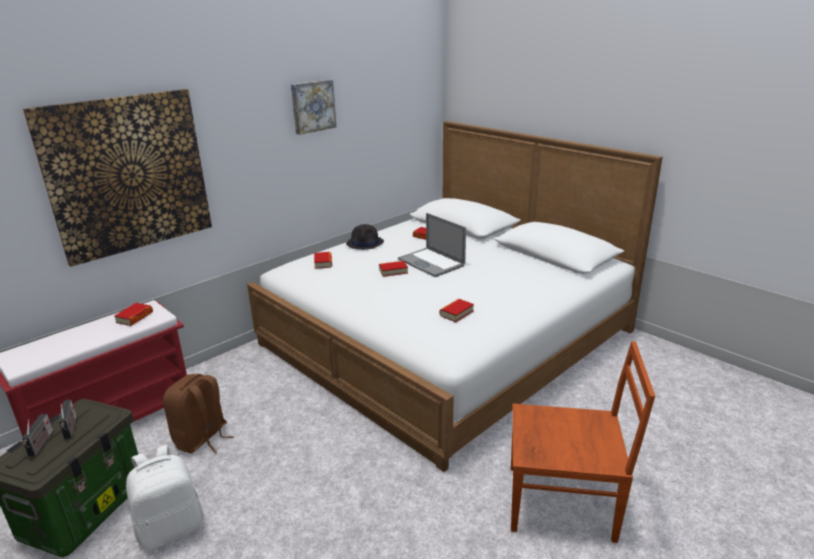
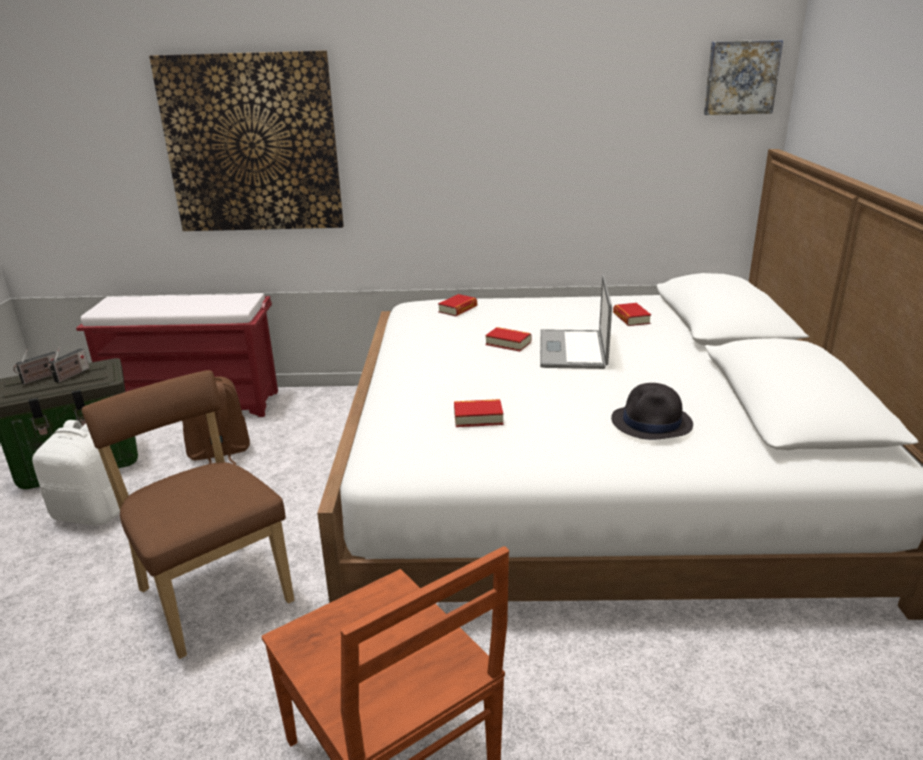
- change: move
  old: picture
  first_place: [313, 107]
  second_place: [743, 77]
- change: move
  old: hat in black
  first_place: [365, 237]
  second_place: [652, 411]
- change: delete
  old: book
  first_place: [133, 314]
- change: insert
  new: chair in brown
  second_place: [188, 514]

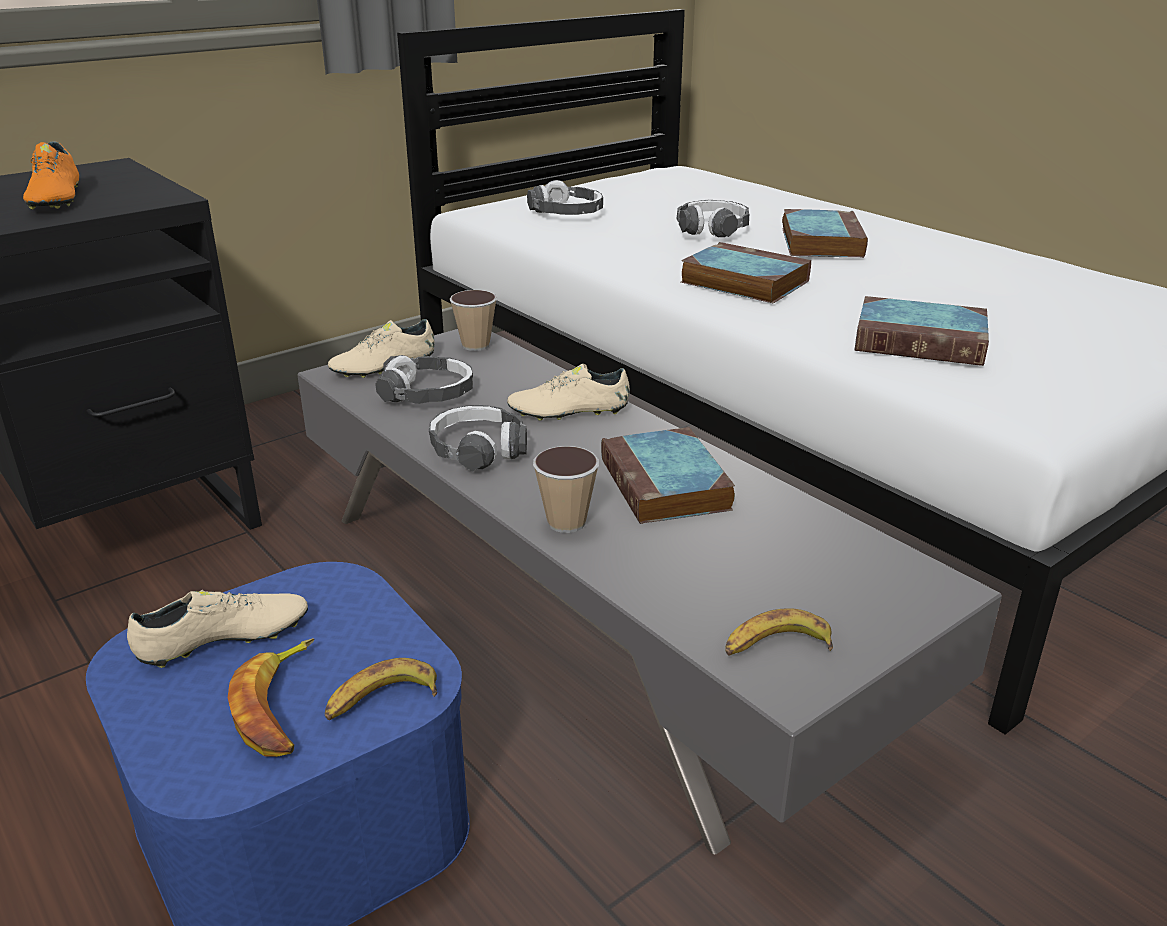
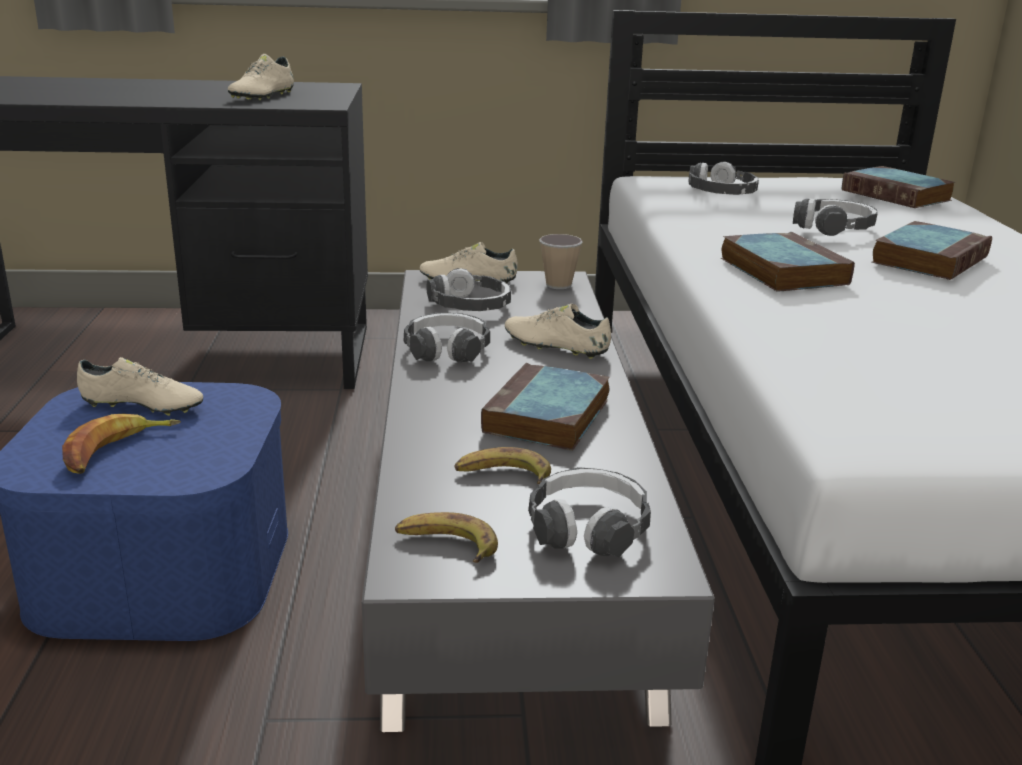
- change: recolor
  old: shoe in orange
  new: shoe in beige
  first_place: [51, 175]
  second_place: [261, 77]
- change: move
  old: book
  first_place: [921, 331]
  second_place: [898, 187]
- change: delete
  old: cup
  first_place: [566, 489]
- change: move
  old: banana
  first_place: [381, 689]
  second_place: [502, 465]
- change: insert
  new: headphones
  second_place: [589, 512]

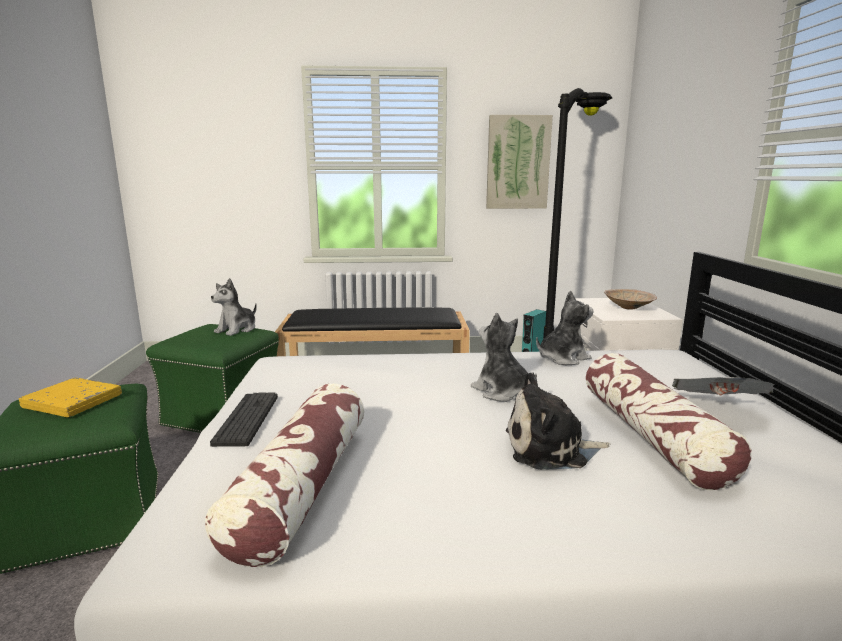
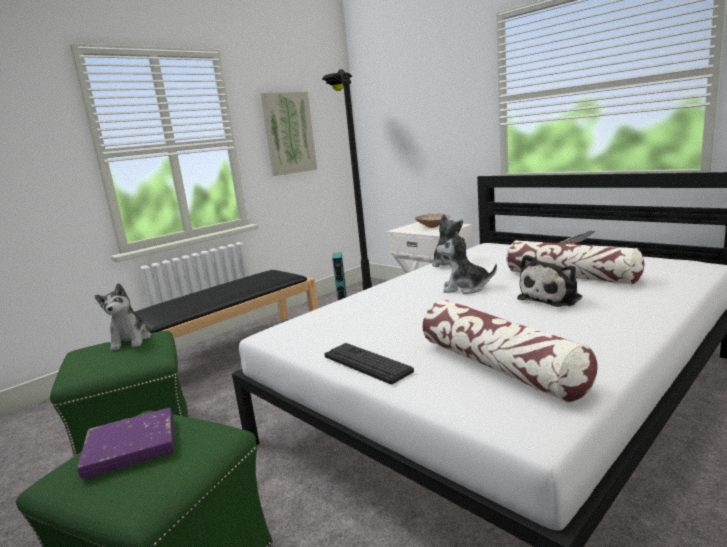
- change: recolor
  old: book in yellow
  new: book in purple
  first_place: [70, 397]
  second_place: [125, 443]

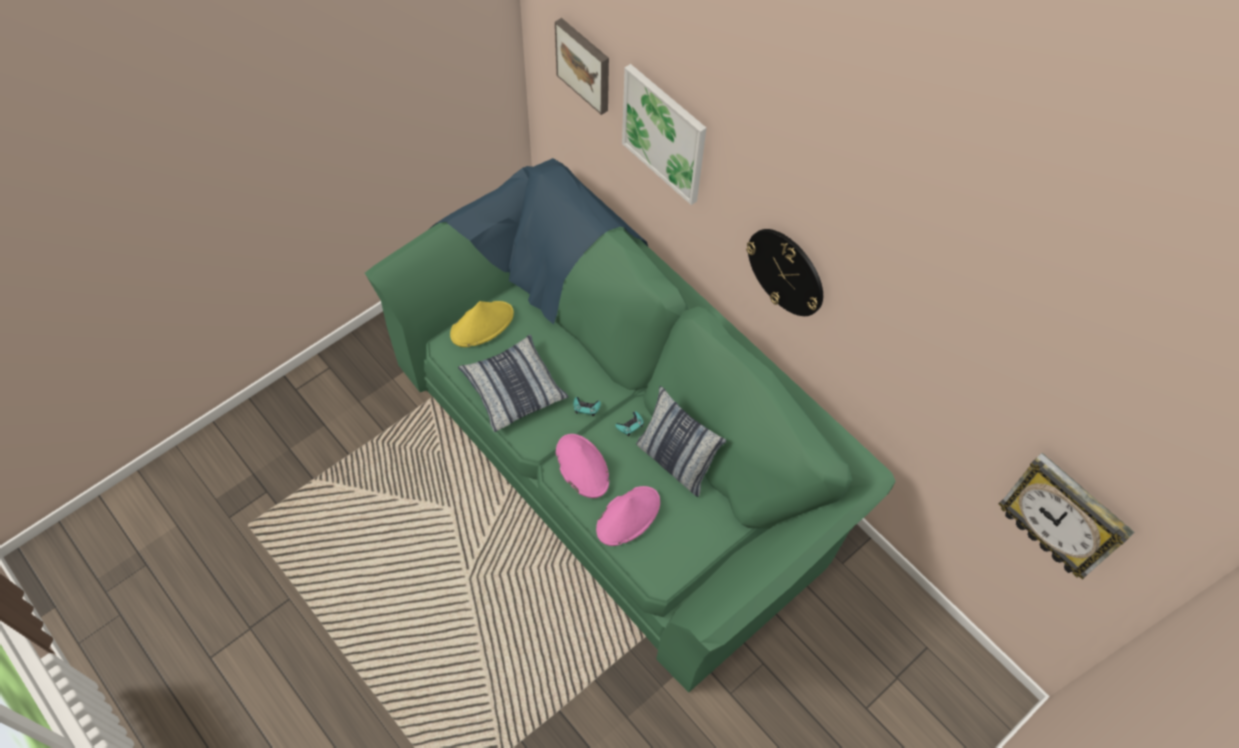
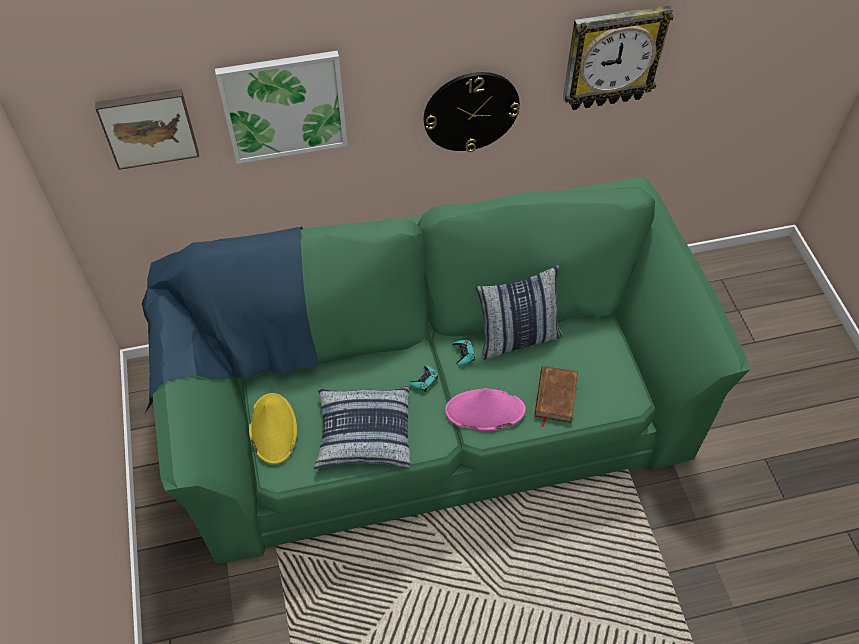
- change: move
  old: wall clock
  first_place: [1066, 516]
  second_place: [618, 57]
- change: replace
  old: hat in pink
  new: book in brown
  first_place: [628, 516]
  second_place: [556, 397]

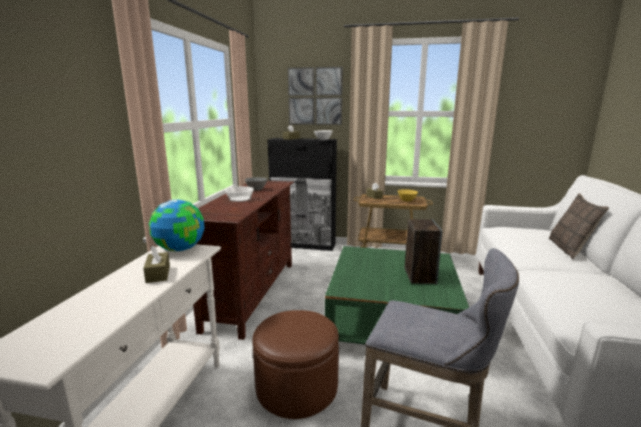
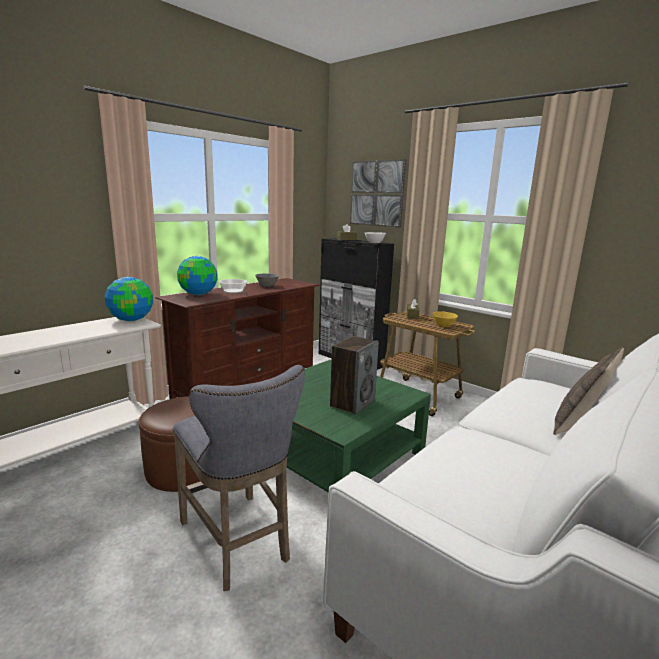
- change: delete
  old: tissue box in brown
  first_place: [156, 264]
- change: insert
  new: globe
  second_place: [197, 275]

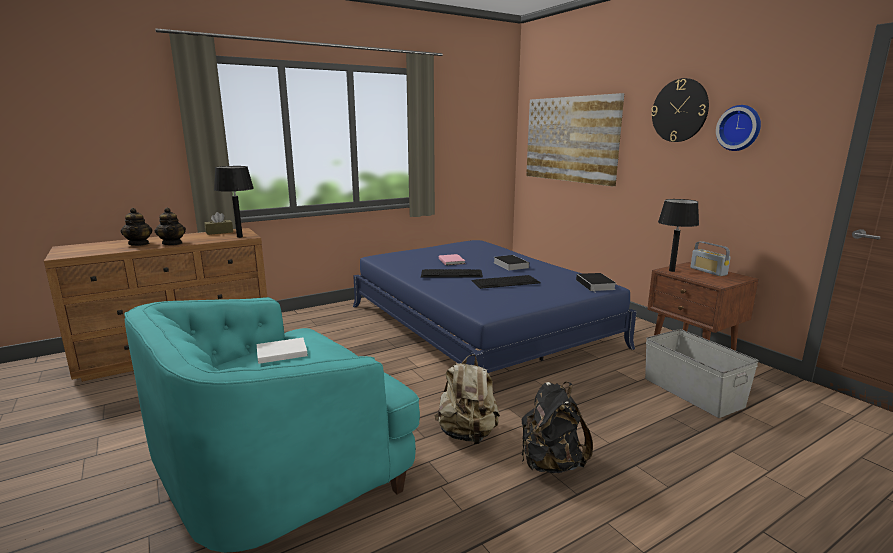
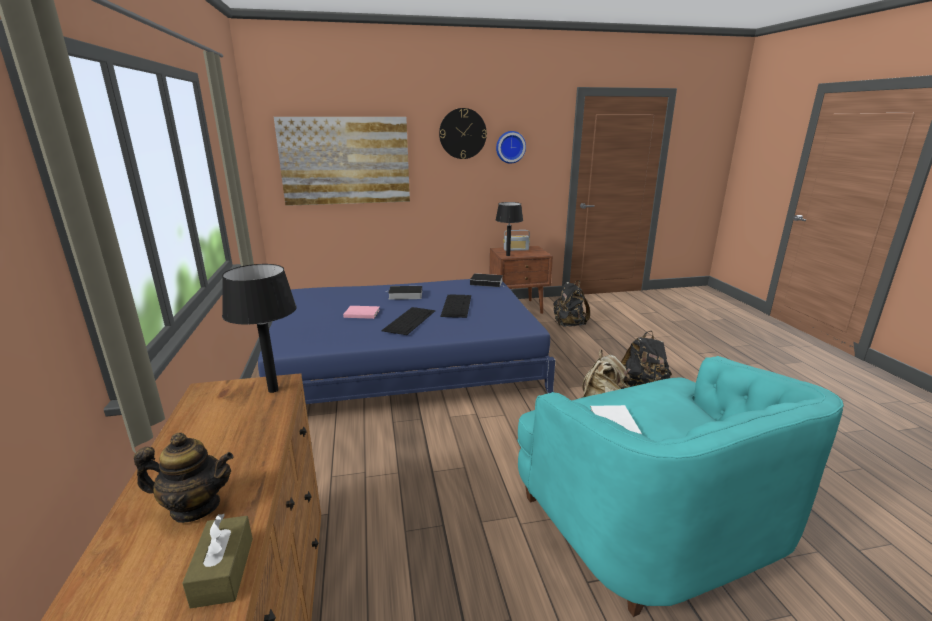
- change: delete
  old: teapot
  first_place: [170, 226]
- change: move
  old: tissue box in brown
  first_place: [218, 223]
  second_place: [217, 561]
- change: replace
  old: storage box in grey
  new: backpack in black
  first_place: [702, 373]
  second_place: [571, 303]

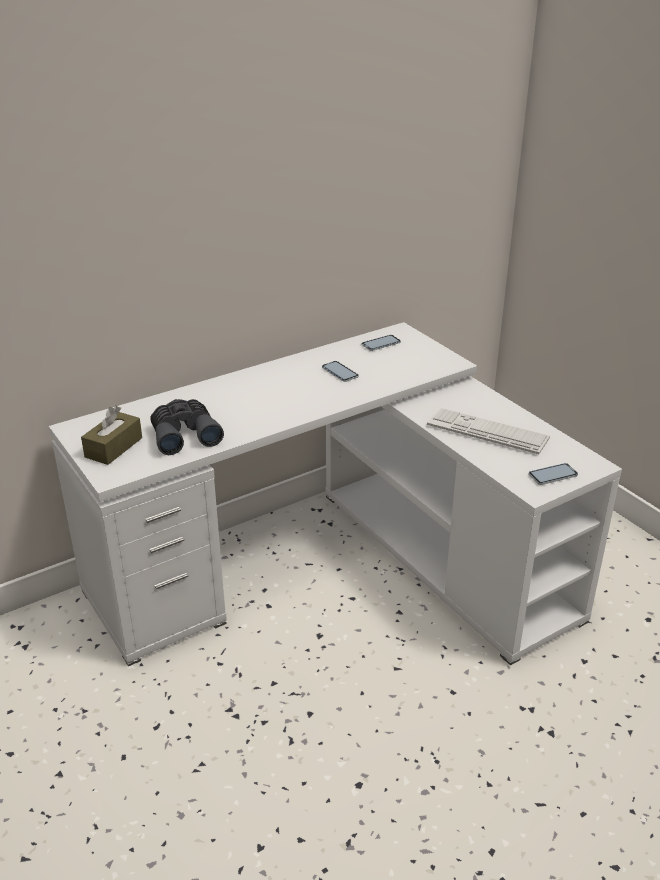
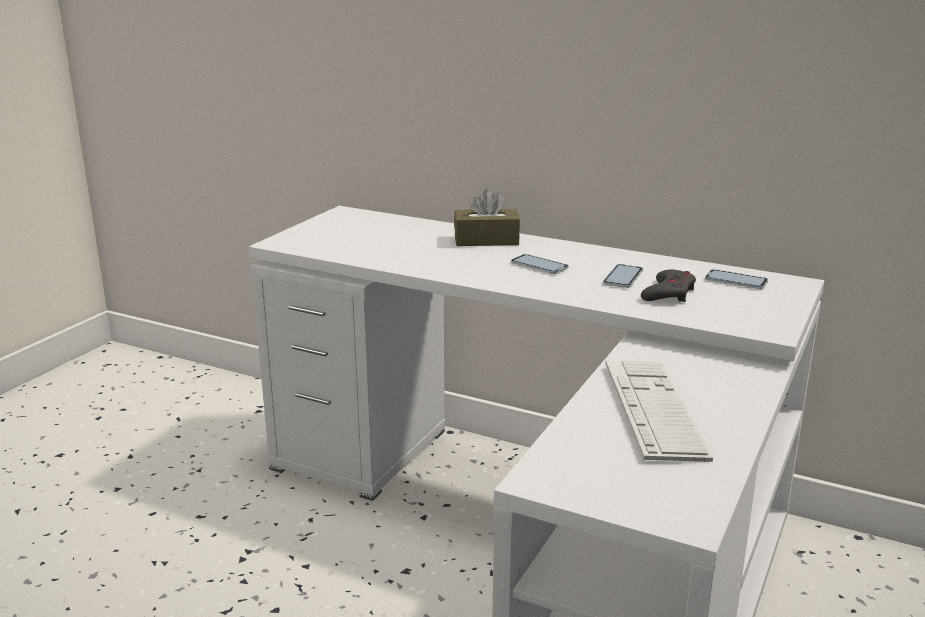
- change: delete
  old: binoculars in grey
  first_place: [187, 427]
- change: move
  old: tissue box in brown
  first_place: [111, 435]
  second_place: [487, 217]
- change: move
  old: phone
  first_place: [553, 474]
  second_place: [539, 264]
- change: insert
  new: game controller in grey
  second_place: [668, 286]

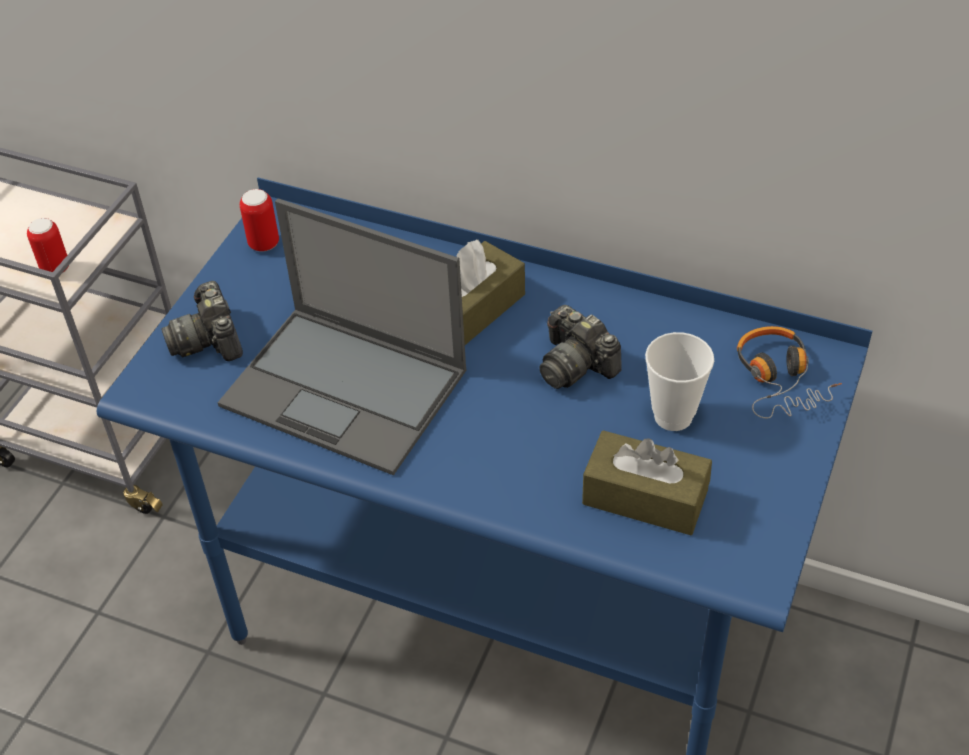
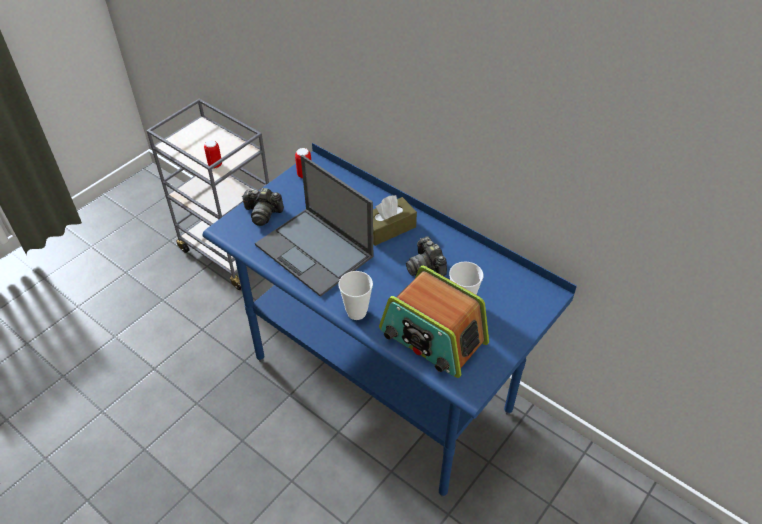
- change: rotate
  old: photo camera
  first_place: [202, 321]
  second_place: [263, 207]
  degrees: -75
- change: delete
  old: headphones
  first_place: [789, 372]
- change: replace
  old: tissue box in brown
  new: radio
  first_place: [647, 482]
  second_place: [434, 322]
- change: insert
  new: cup
  second_place: [355, 295]

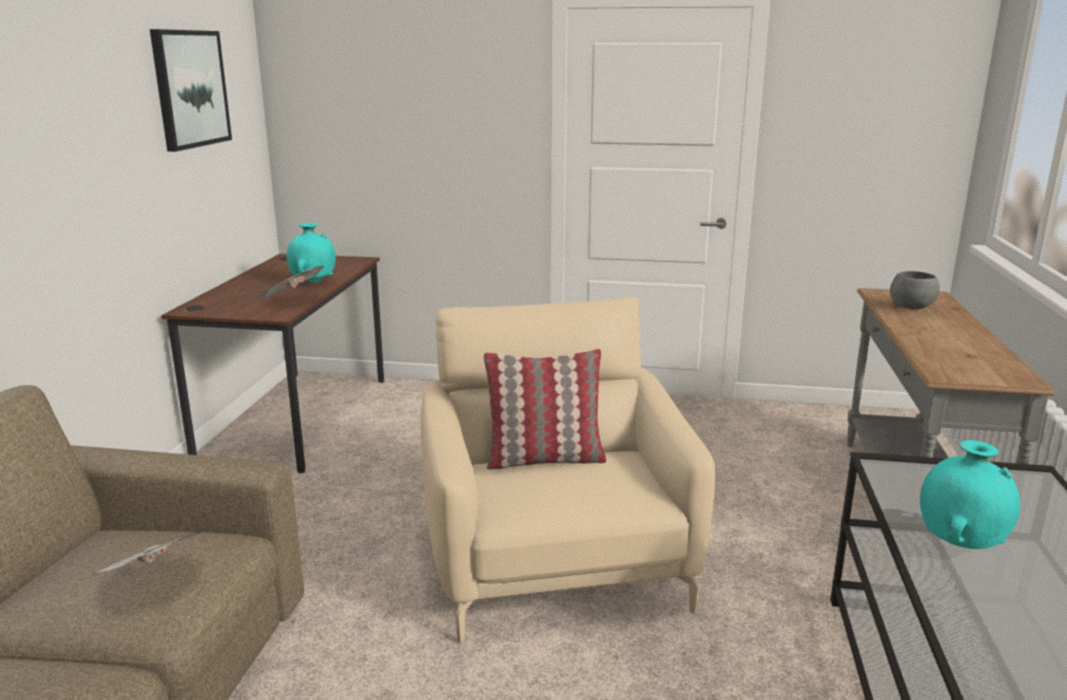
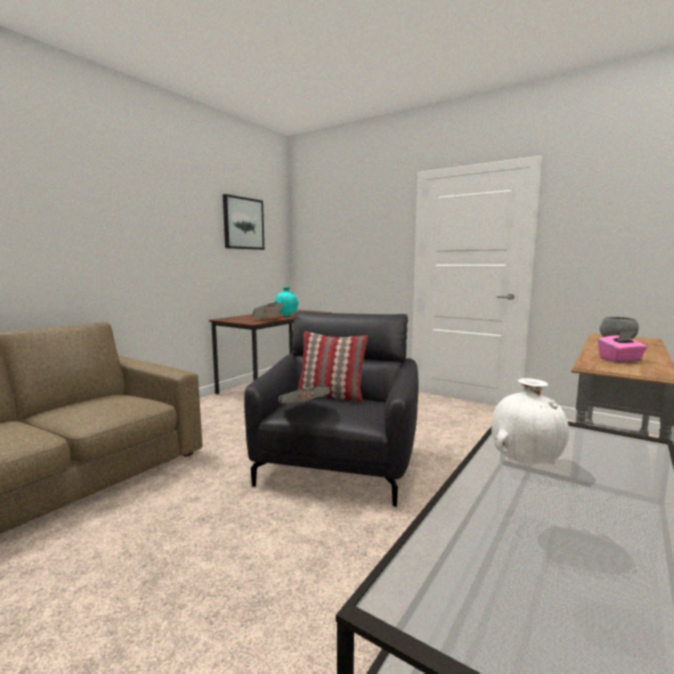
- change: recolor
  old: armchair in beige
  new: armchair in black
  first_place: [568, 470]
  second_place: [331, 409]
- change: recolor
  old: vase in turquoise
  new: vase in white
  first_place: [970, 494]
  second_place: [530, 422]
- change: move
  old: newspaper
  first_place: [147, 552]
  second_place: [304, 394]
- change: insert
  new: tissue box in pink
  second_place: [623, 347]

